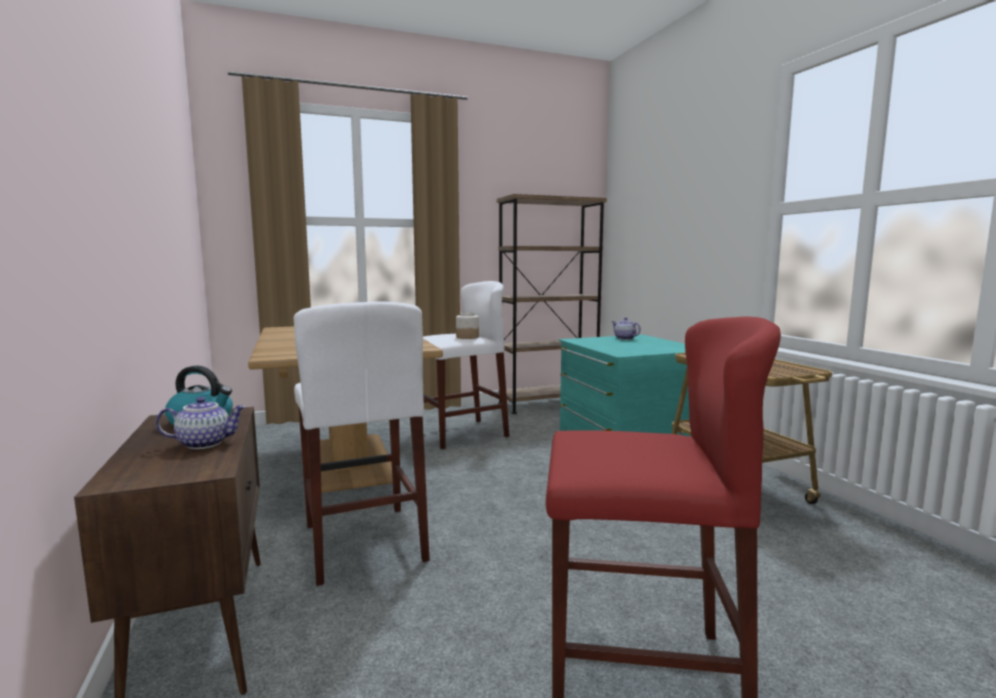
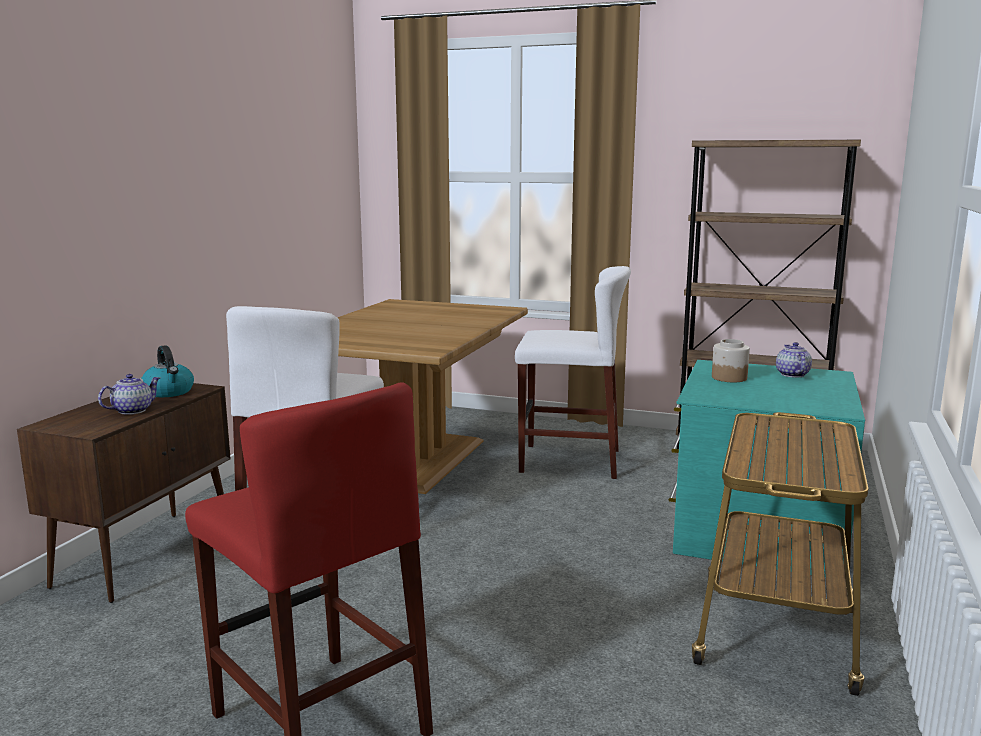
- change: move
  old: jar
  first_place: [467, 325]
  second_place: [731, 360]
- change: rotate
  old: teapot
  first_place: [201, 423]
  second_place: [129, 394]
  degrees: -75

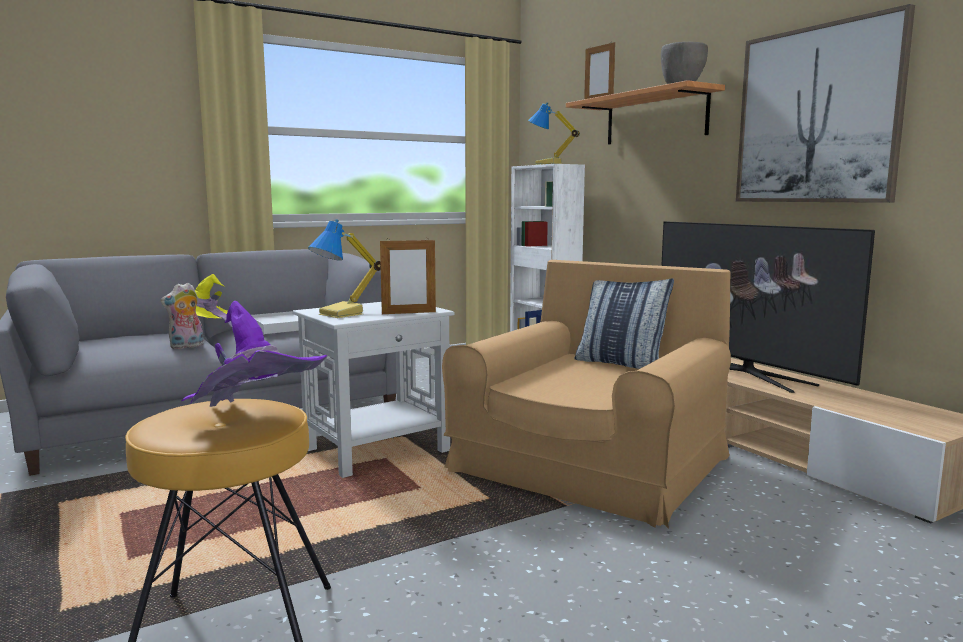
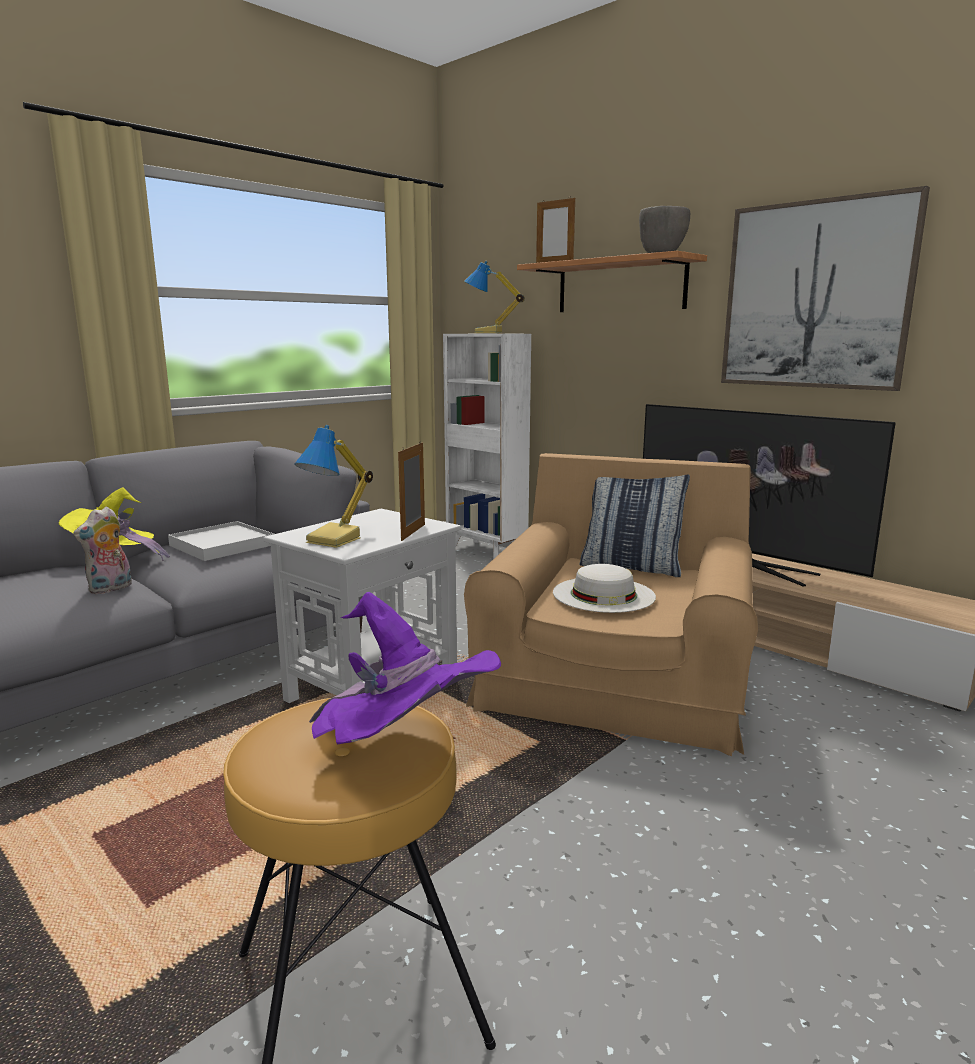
- change: rotate
  old: picture frame
  first_place: [408, 276]
  second_place: [411, 491]
  degrees: 135
- change: insert
  new: hat in white
  second_place: [604, 588]

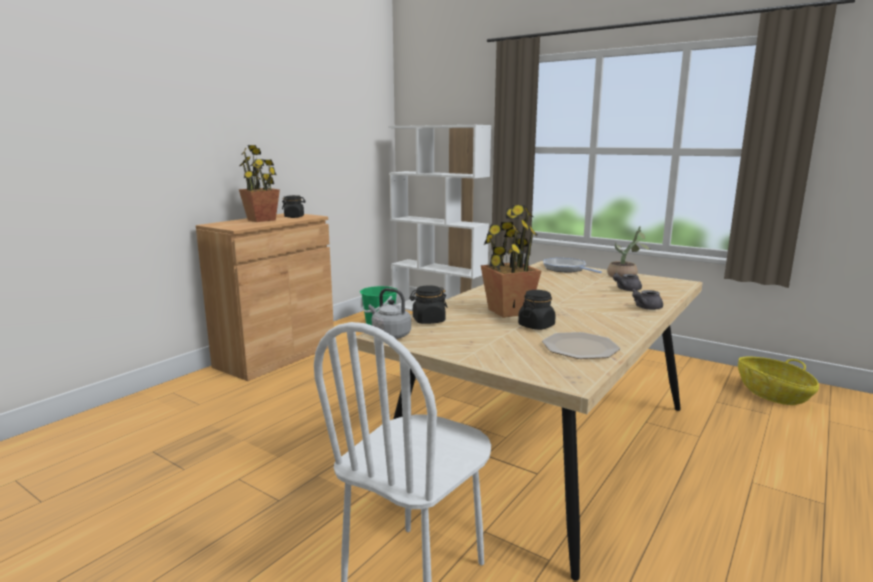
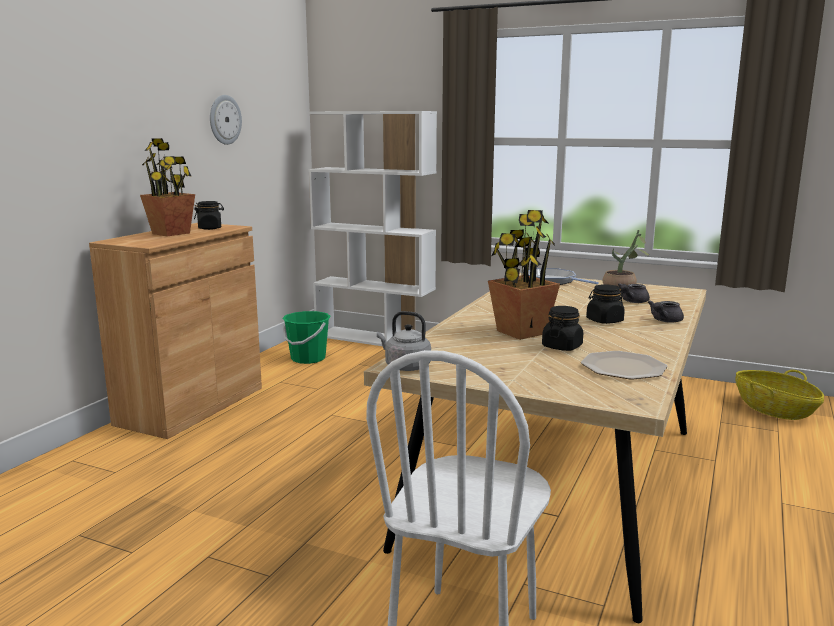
- change: move
  old: jar in black
  first_place: [428, 304]
  second_place: [605, 304]
- change: insert
  new: wall clock
  second_place: [226, 120]

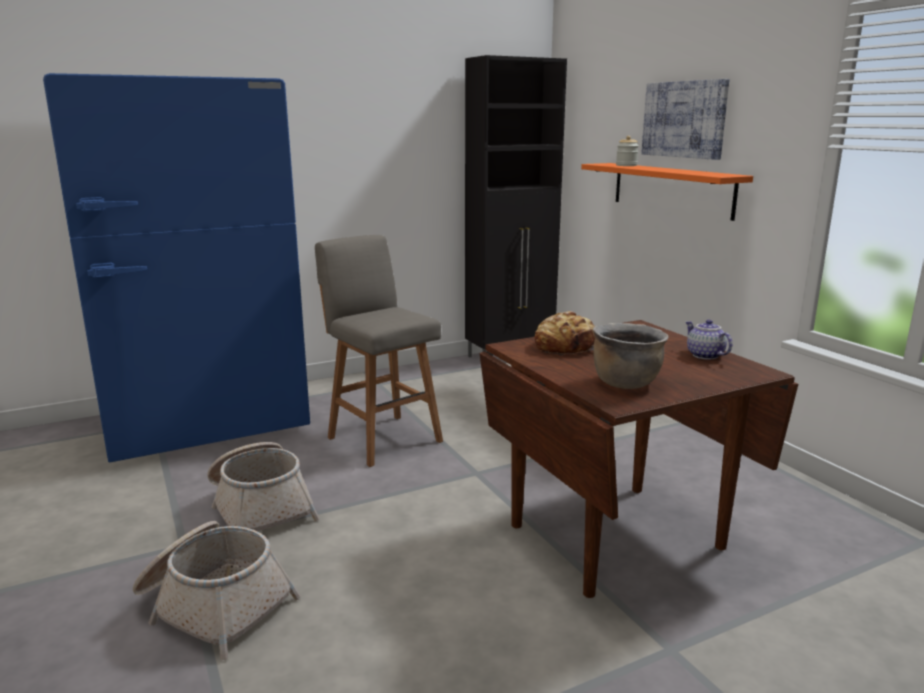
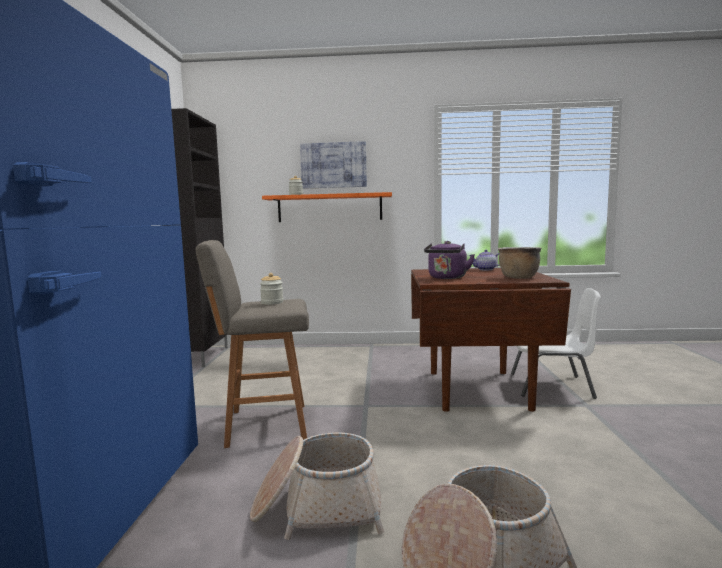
- change: replace
  old: bread
  new: kettle in purple
  first_place: [565, 333]
  second_place: [449, 260]
- change: insert
  new: jar
  second_place: [271, 289]
- change: insert
  new: chair in white
  second_place: [556, 343]

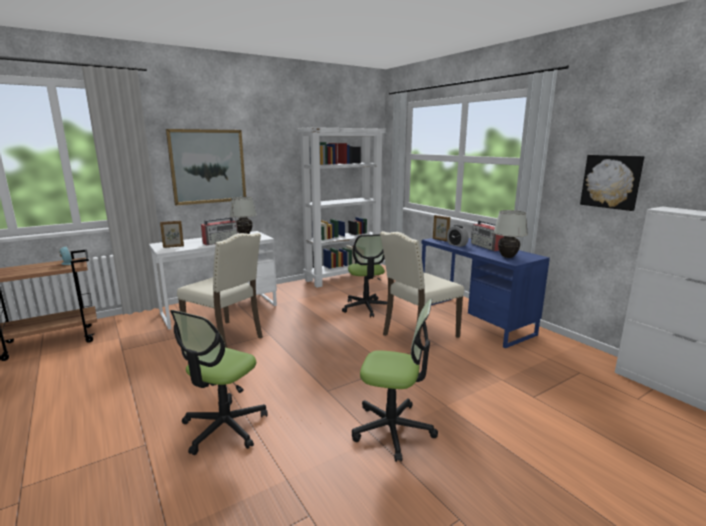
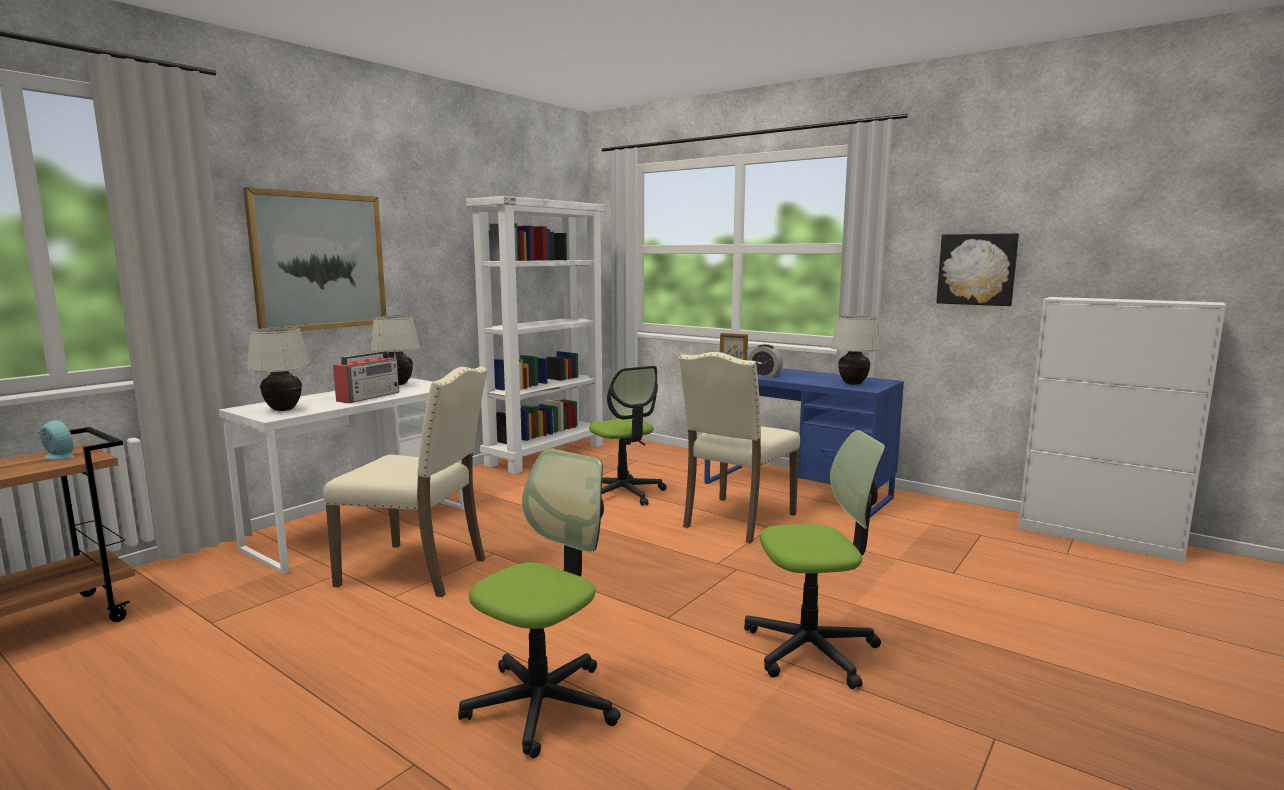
- change: delete
  old: radio
  first_place: [487, 235]
- change: replace
  old: picture frame
  new: table lamp in white
  first_place: [172, 234]
  second_place: [279, 369]
- change: rotate
  old: office chair
  first_place: [219, 382]
  second_place: [539, 603]
  degrees: -150

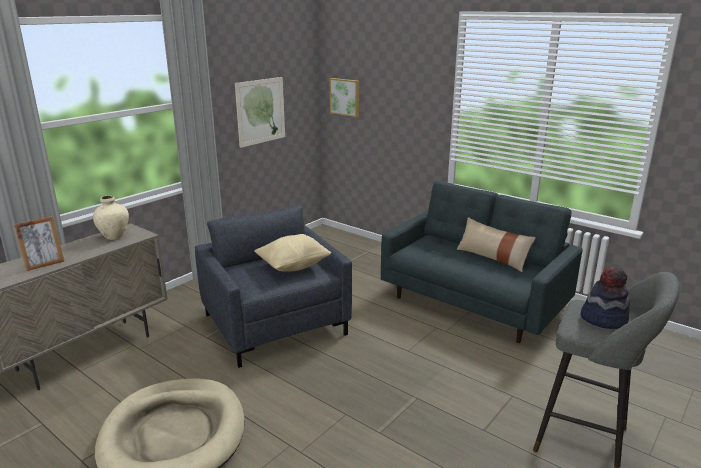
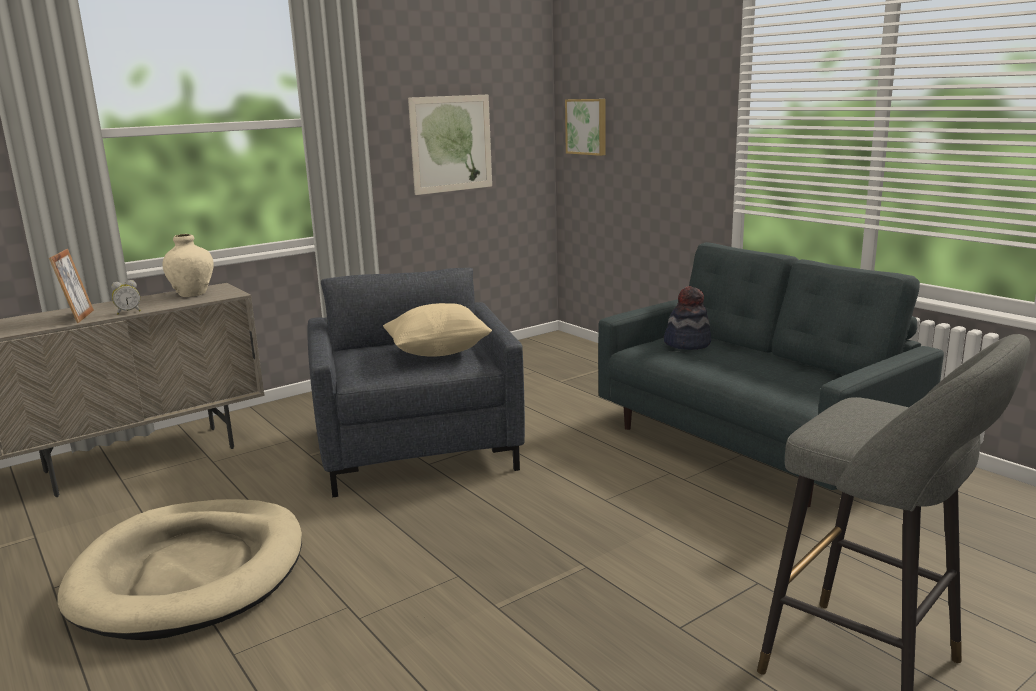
- change: rotate
  old: picture frame
  first_place: [39, 243]
  second_place: [71, 286]
  degrees: -75
- change: delete
  old: pillow in beige
  first_place: [496, 244]
- change: move
  old: hat
  first_place: [605, 298]
  second_place: [687, 318]
- change: insert
  new: alarm clock
  second_place: [126, 297]

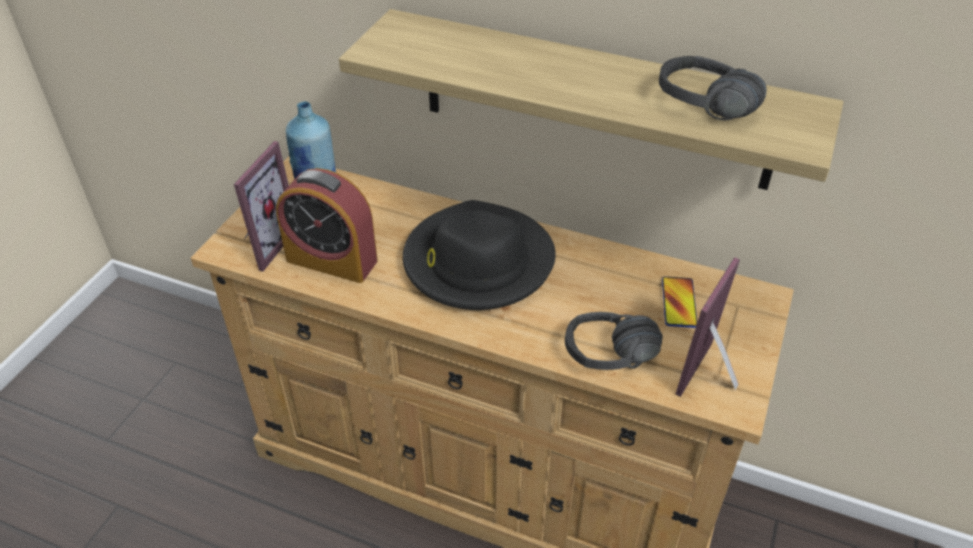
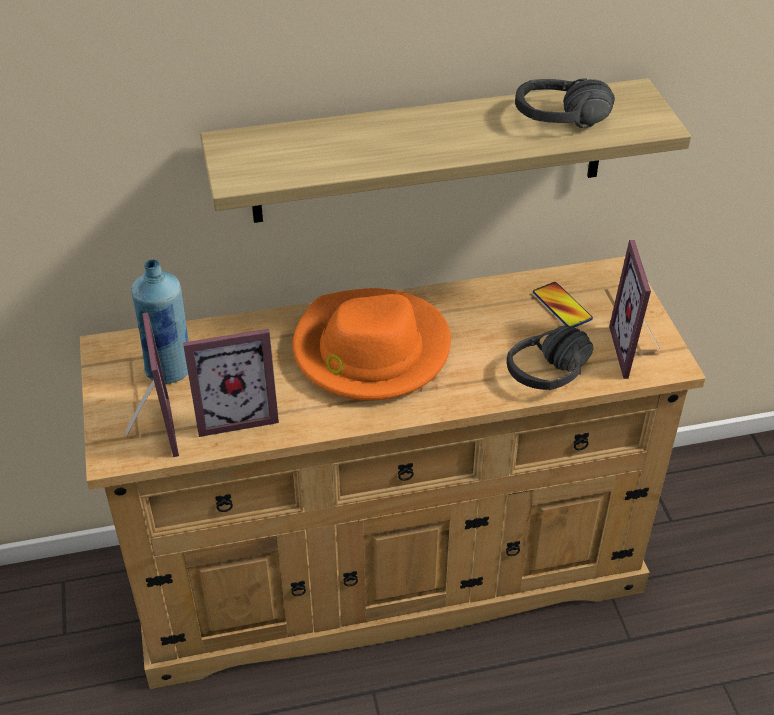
- change: replace
  old: alarm clock
  new: picture frame
  first_place: [327, 225]
  second_place: [231, 383]
- change: recolor
  old: hat in black
  new: hat in orange
  first_place: [479, 255]
  second_place: [371, 344]

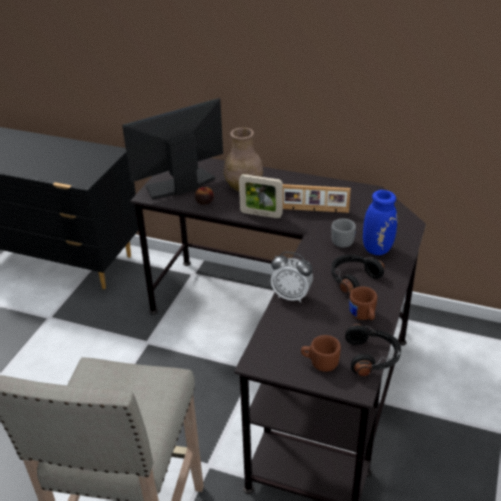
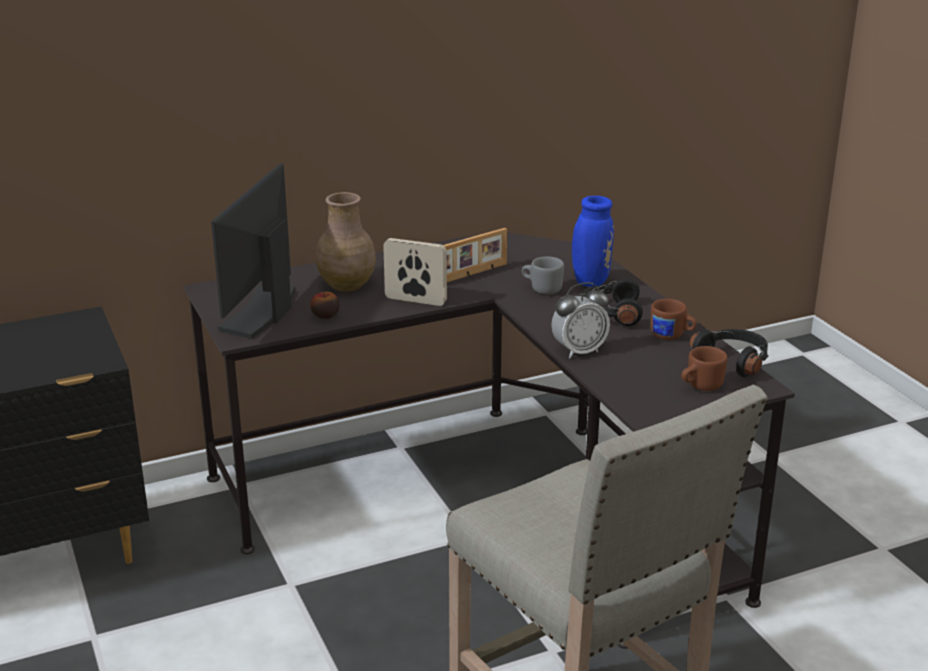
- change: rotate
  old: picture frame
  first_place: [261, 196]
  second_place: [415, 272]
  degrees: -135

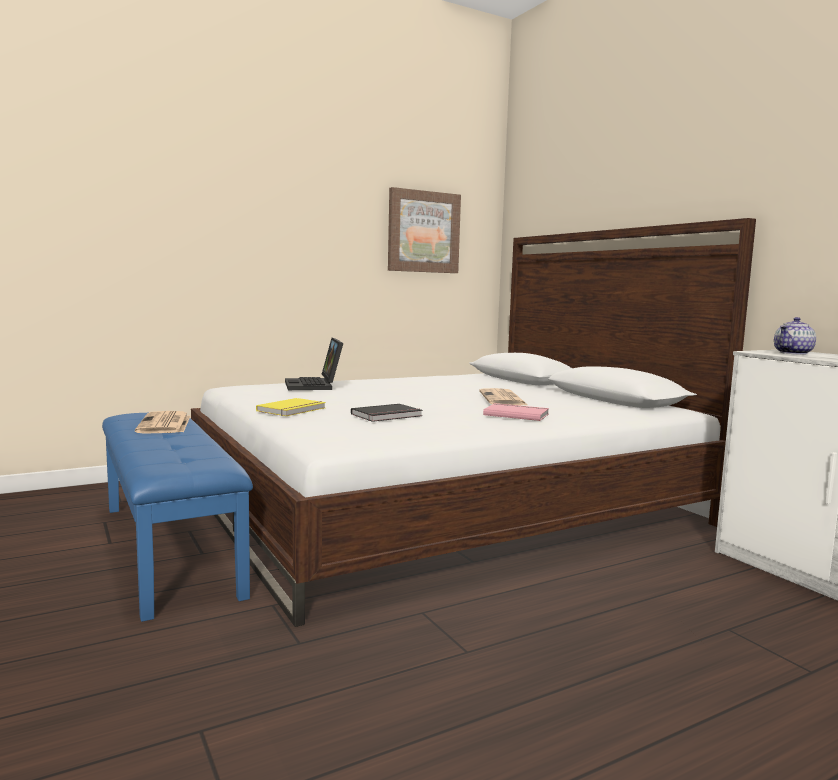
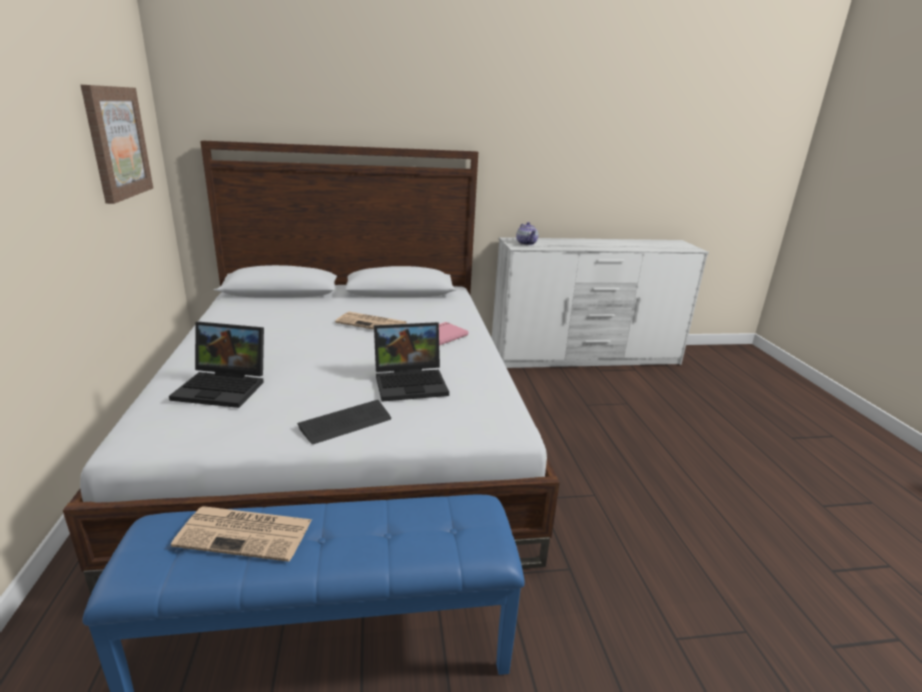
- change: replace
  old: book in yellow
  new: keyboard
  first_place: [291, 407]
  second_place: [344, 422]
- change: replace
  old: book in black
  new: laptop
  first_place: [387, 413]
  second_place: [411, 361]

